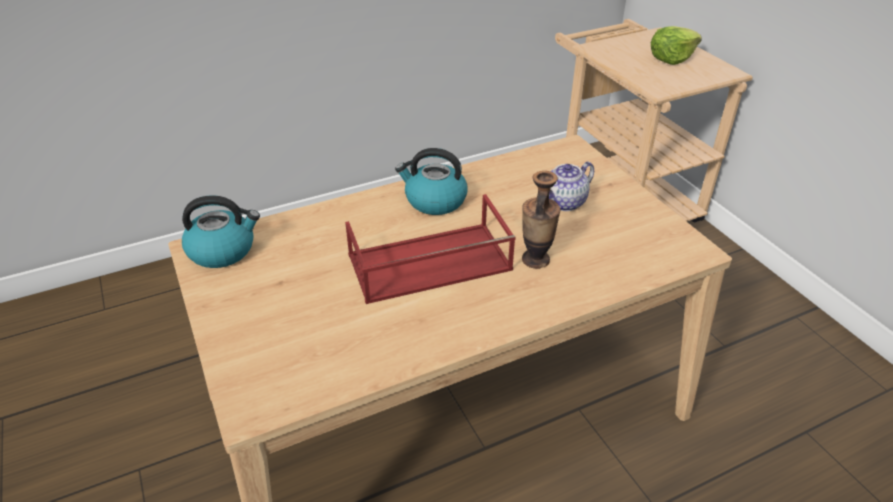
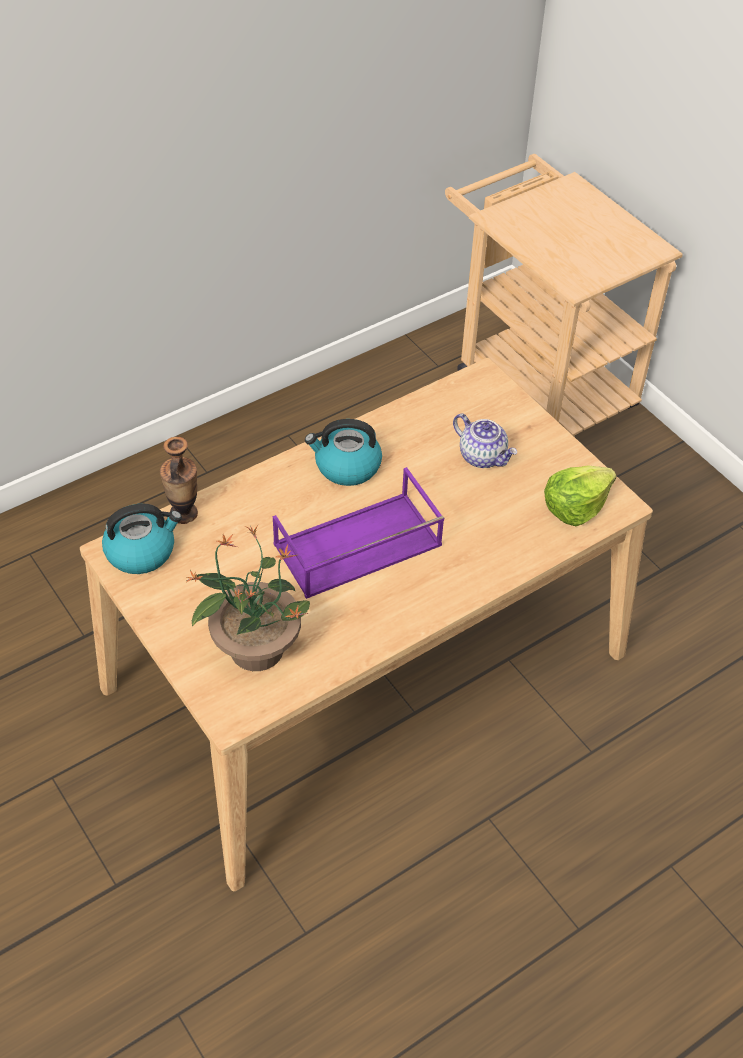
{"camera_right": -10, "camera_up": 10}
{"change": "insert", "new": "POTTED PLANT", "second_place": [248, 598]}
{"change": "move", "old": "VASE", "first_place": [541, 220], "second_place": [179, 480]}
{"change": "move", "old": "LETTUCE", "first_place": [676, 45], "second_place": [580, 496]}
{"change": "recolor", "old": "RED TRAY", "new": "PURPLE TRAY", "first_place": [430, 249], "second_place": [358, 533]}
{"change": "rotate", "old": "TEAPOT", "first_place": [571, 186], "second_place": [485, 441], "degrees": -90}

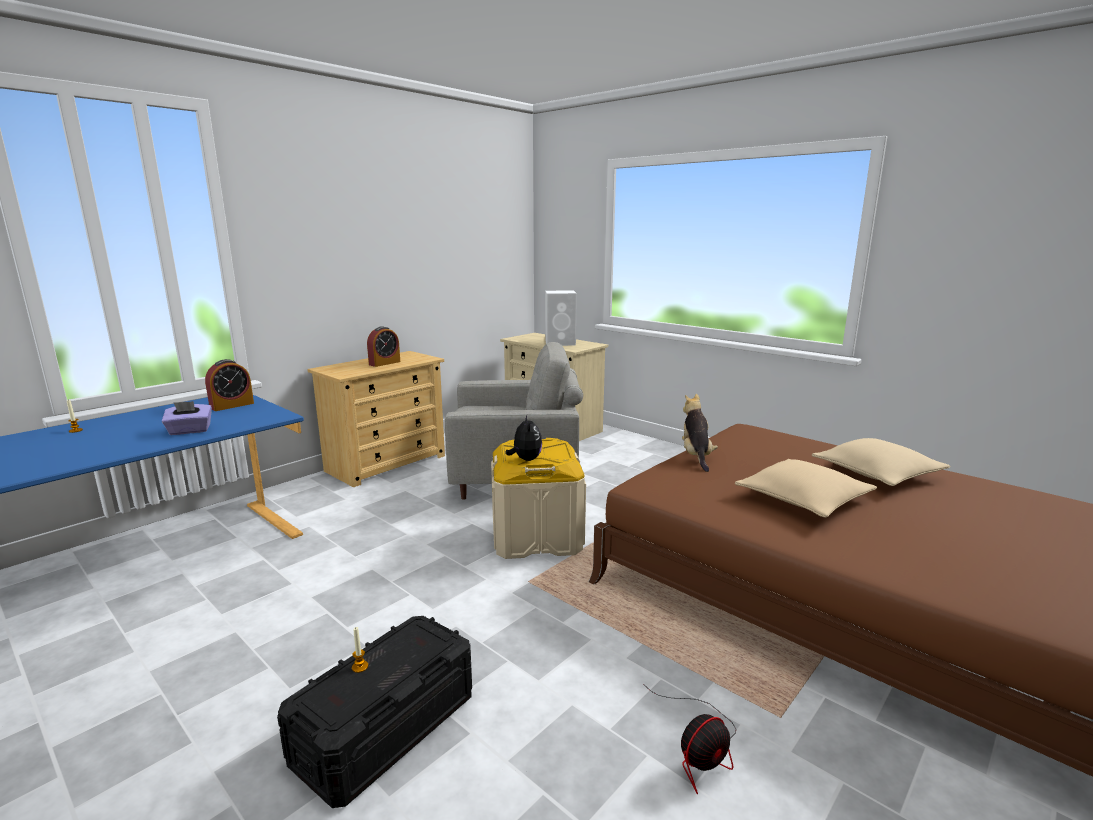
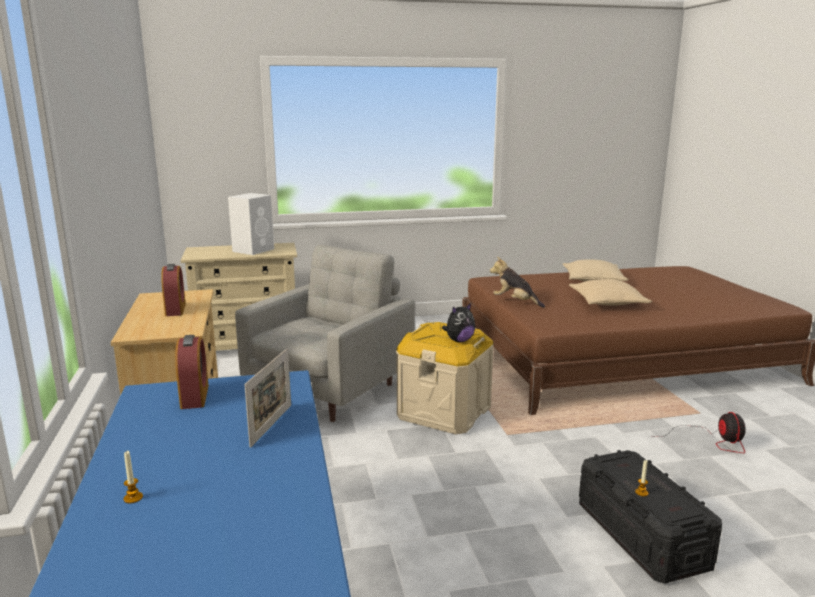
{"camera_right": -55, "camera_up": 0}
{"change": "replace", "old": "PURPLE TISSUE BOX", "new": "PICTURE FRAME", "first_place": [187, 418], "second_place": [267, 398]}
{"change": "rotate", "old": "PLUSH TOY", "first_place": [523, 438], "second_place": [458, 322], "degrees": 120}

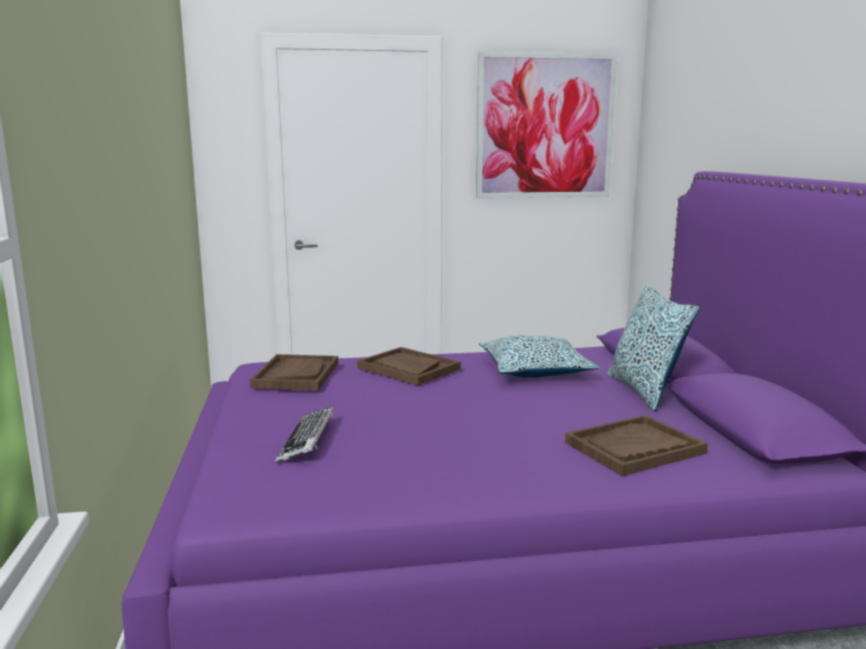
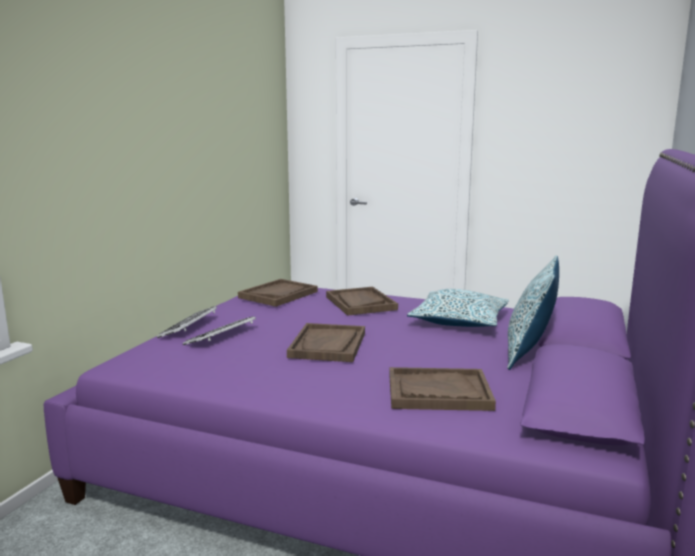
{"camera_right": 30, "camera_up": 0}
{"change": "delete", "old": "PICTURE", "first_place": [546, 125]}
{"change": "insert", "new": "KEYBOARD", "second_place": [187, 322]}
{"change": "insert", "new": "BROWN TRAY", "second_place": [326, 342]}

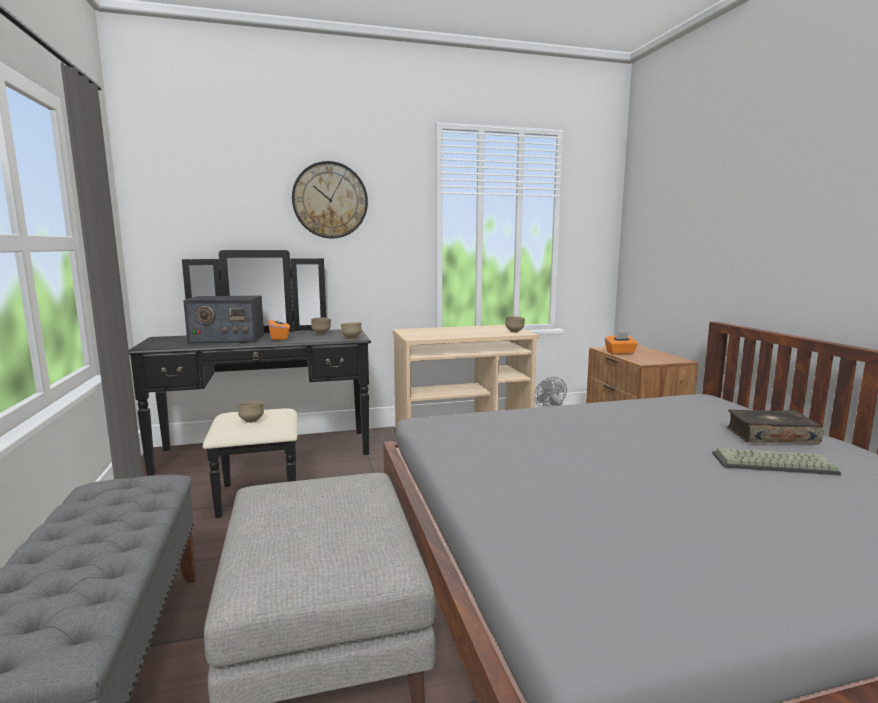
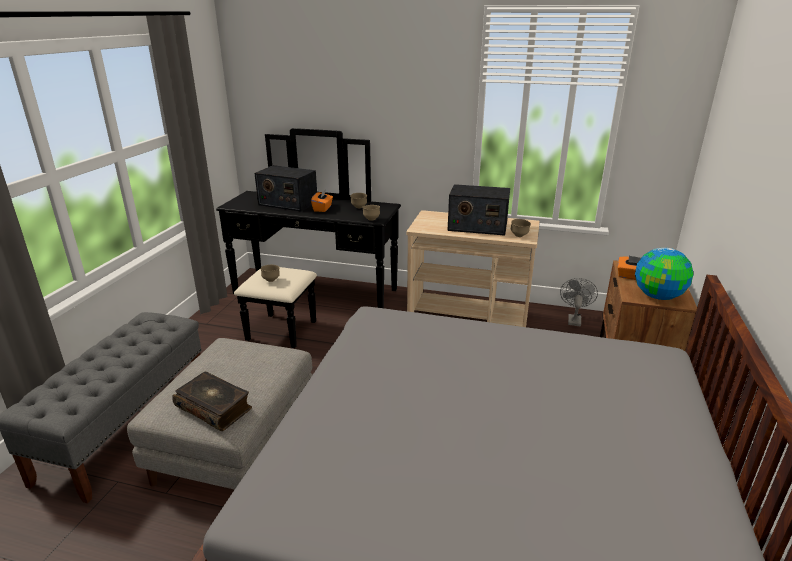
{"camera_right": 30, "camera_up": 15}
{"change": "delete", "old": "WALL CLOCK", "first_place": [330, 200]}
{"change": "delete", "old": "KEYBOARD", "first_place": [776, 461]}
{"change": "insert", "new": "RADIO", "second_place": [478, 210]}
{"change": "insert", "new": "GLOBE", "second_place": [664, 274]}
{"change": "move", "old": "BOOK", "first_place": [774, 427], "second_place": [212, 401]}

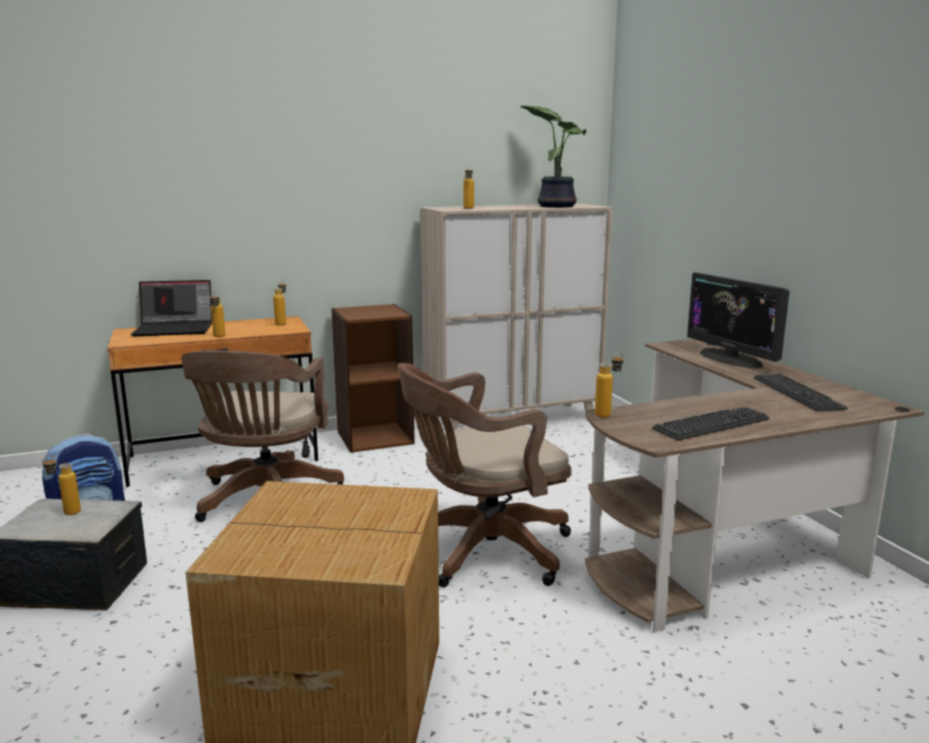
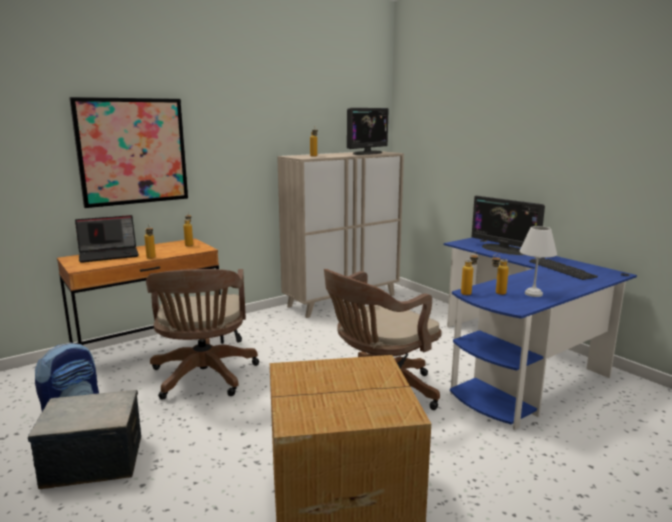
{"camera_right": -15, "camera_up": 0}
{"change": "delete", "old": "BROWN BOOKCASE", "first_place": [373, 378]}
{"change": "insert", "new": "PICTURE", "second_place": [128, 152]}
{"change": "move", "old": "BOTTLE", "first_place": [61, 485], "second_place": [500, 274]}
{"change": "replace", "old": "POTTED PLANT", "new": "MONITOR", "first_place": [553, 156], "second_place": [368, 131]}
{"change": "replace", "old": "KEYBOARD", "new": "WHITE TABLE LAMP", "first_place": [711, 423], "second_place": [538, 261]}
{"change": "recolor", "old": "BROWN DESK", "new": "BLUE DESK", "first_place": [755, 485], "second_place": [540, 334]}

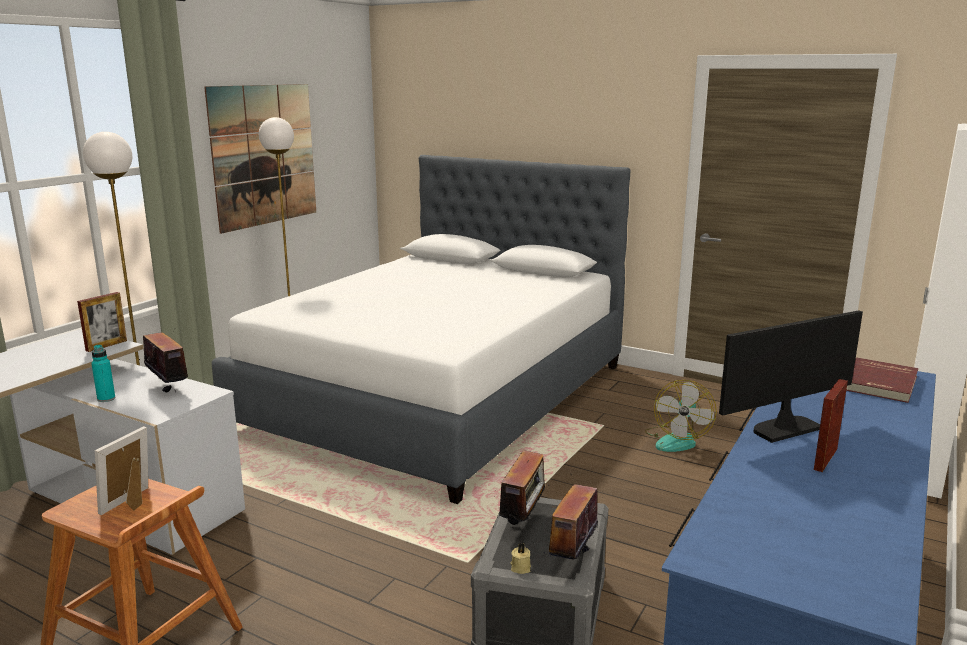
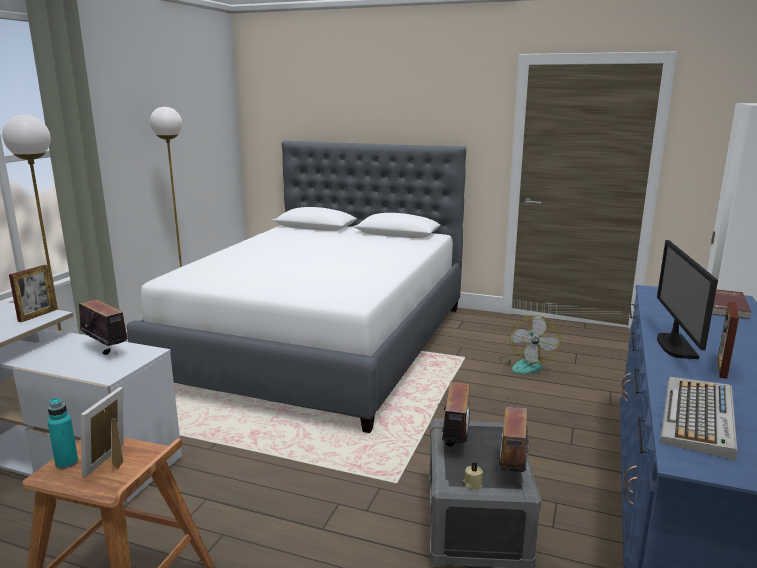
{"camera_right": -10, "camera_up": 0}
{"change": "delete", "old": "PICTURE", "first_place": [260, 159]}
{"change": "insert", "new": "KEYBOARD", "second_place": [698, 418]}
{"change": "move", "old": "TURQUOISE BOTTLE", "first_place": [103, 373], "second_place": [62, 433]}
{"change": "rotate", "old": "MONITOR", "first_place": [791, 376], "second_place": [687, 299], "degrees": -45}

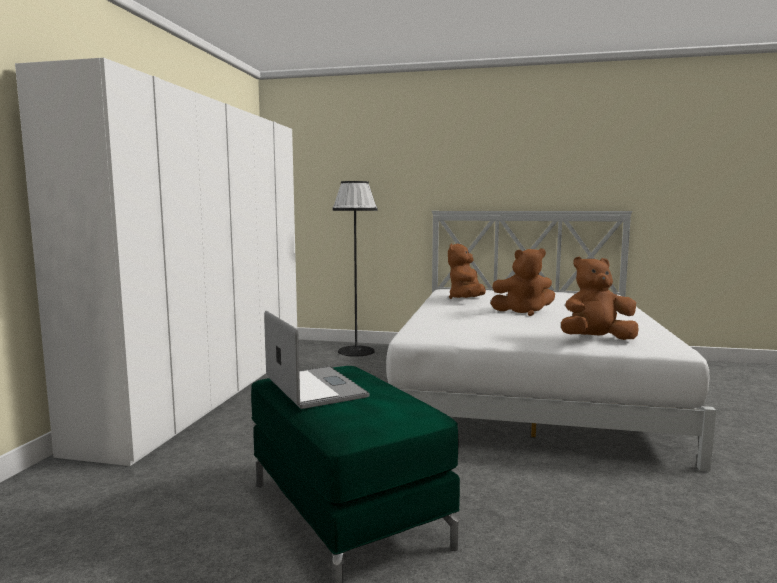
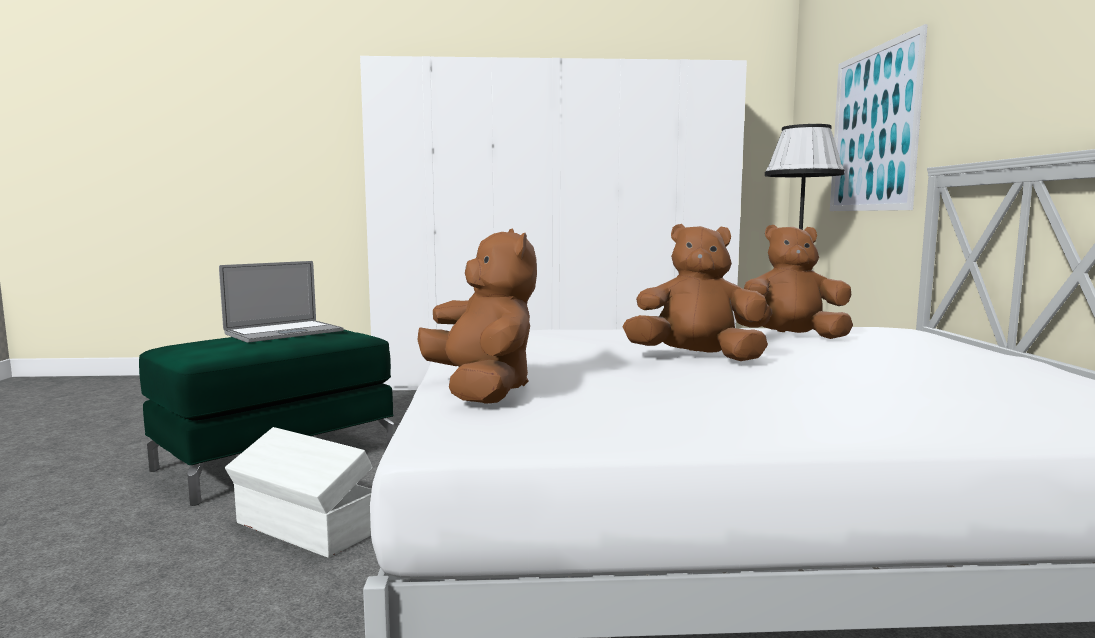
{"camera_right": 75, "camera_up": 0}
{"change": "insert", "new": "WHITE STORAGE BOX", "second_place": [298, 492]}
{"change": "insert", "new": "PICTURE", "second_place": [879, 117]}
{"change": "rotate", "old": "BROWN PLUSH TOY", "first_place": [522, 282], "second_place": [695, 292], "degrees": 120}

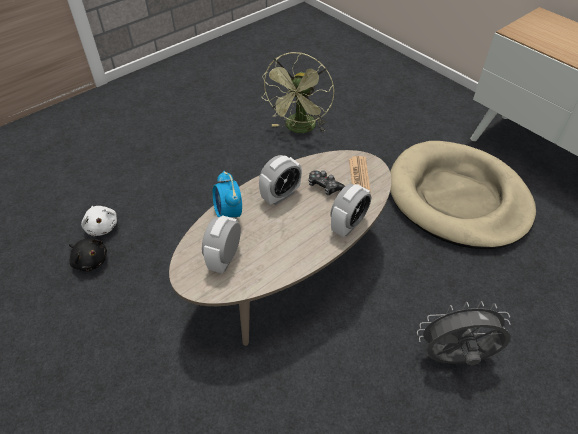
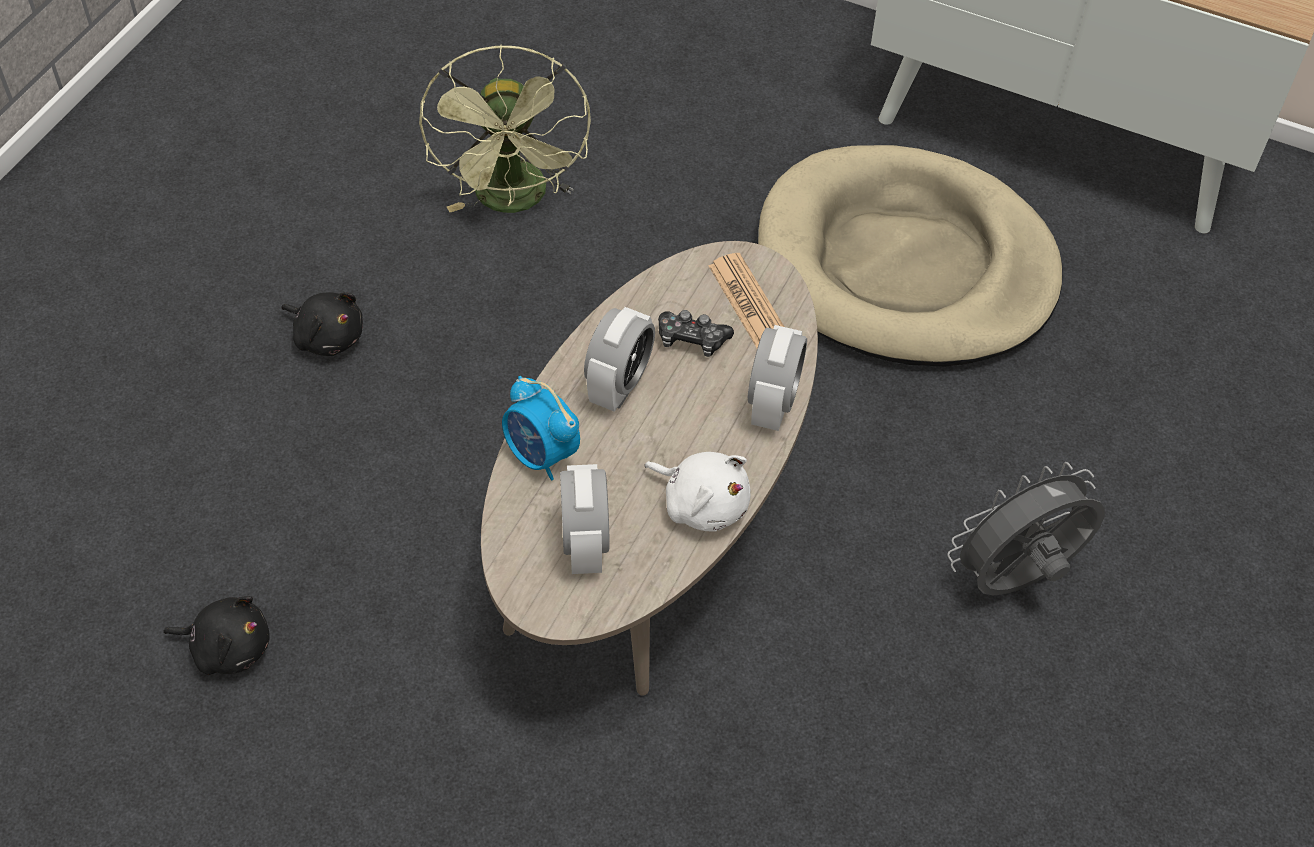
{"camera_right": -25, "camera_up": 5}
{"change": "insert", "new": "BLACK PLUSH TOY", "second_place": [322, 324]}
{"change": "move", "old": "WHITE PLUSH TOY", "first_place": [99, 221], "second_place": [697, 492]}

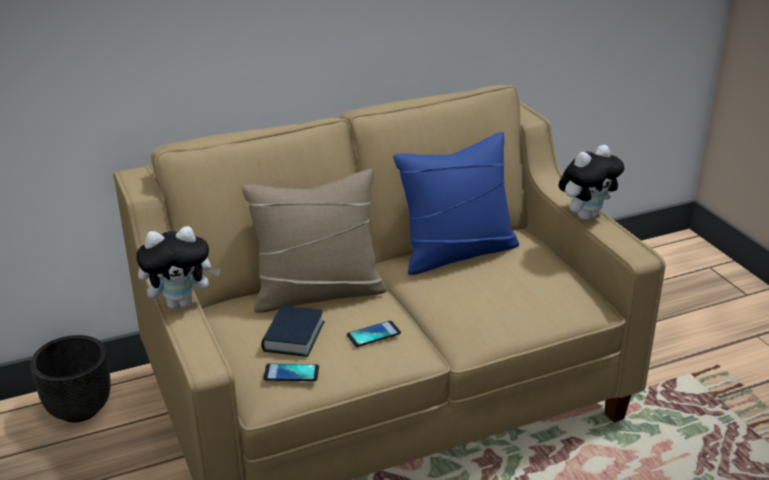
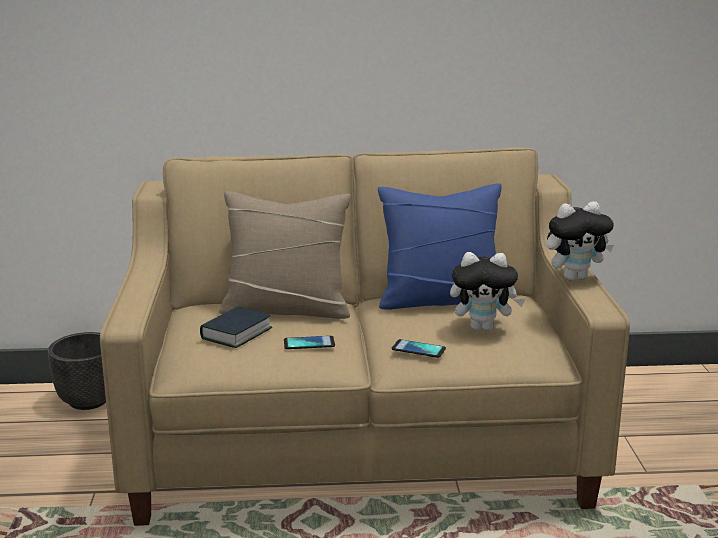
{"camera_right": 20, "camera_up": -10}
{"change": "move", "old": "PLUSH TOY", "first_place": [178, 267], "second_place": [487, 291]}
{"change": "move", "old": "PHONE", "first_place": [291, 372], "second_place": [419, 348]}

